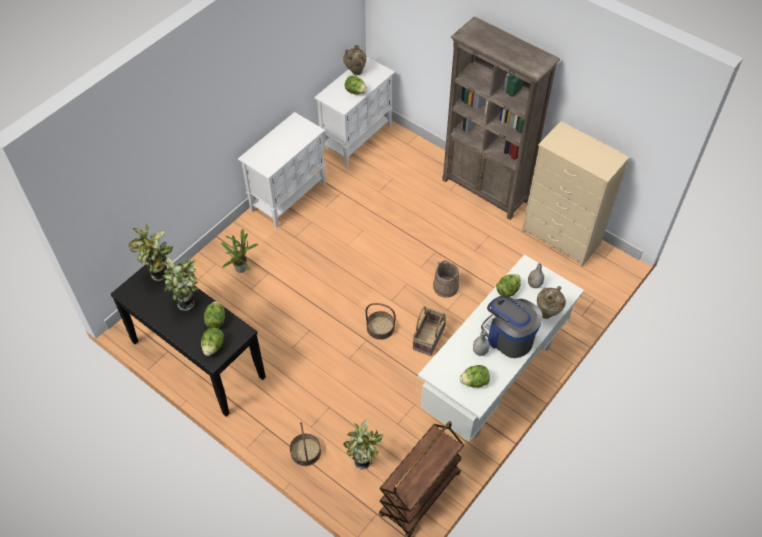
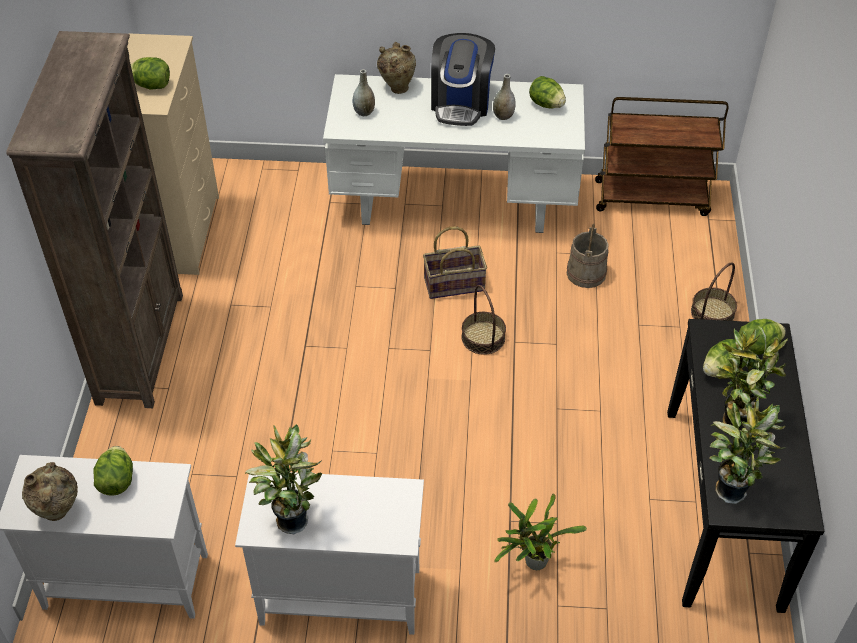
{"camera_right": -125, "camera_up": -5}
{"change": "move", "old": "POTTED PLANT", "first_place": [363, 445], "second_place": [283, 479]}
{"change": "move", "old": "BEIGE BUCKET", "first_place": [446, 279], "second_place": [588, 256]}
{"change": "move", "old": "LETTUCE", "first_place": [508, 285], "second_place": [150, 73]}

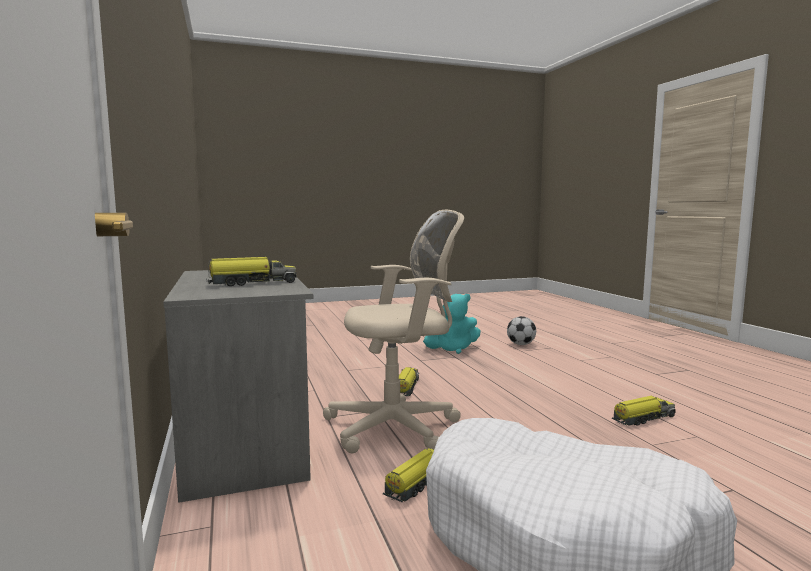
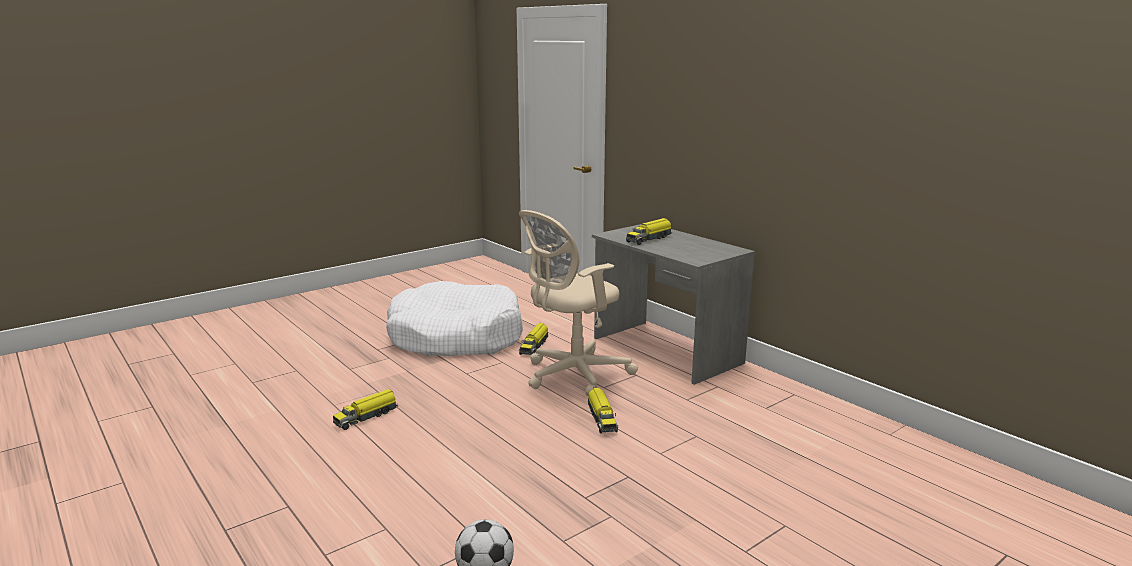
{"camera_right": 160, "camera_up": 10}
{"change": "delete", "old": "TURQUOISE PLUSH TOY", "first_place": [452, 324]}

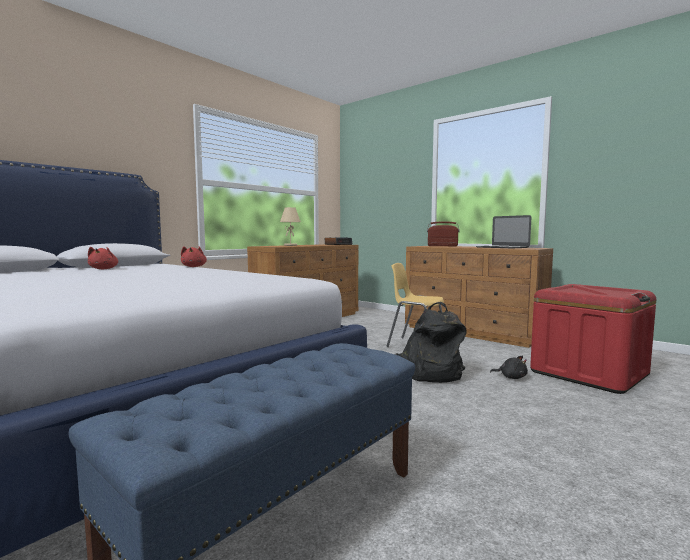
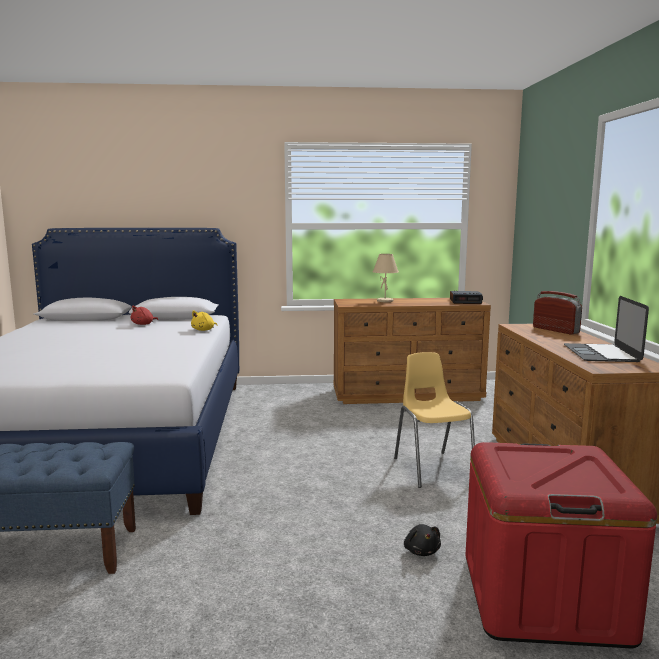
{"camera_right": 45, "camera_up": 5}
{"change": "delete", "old": "BLACK BACKPACK", "first_place": [431, 342]}
{"change": "recolor", "old": "RED PLUSH TOY", "new": "YELLOW PLUSH TOY", "first_place": [194, 256], "second_place": [204, 321]}

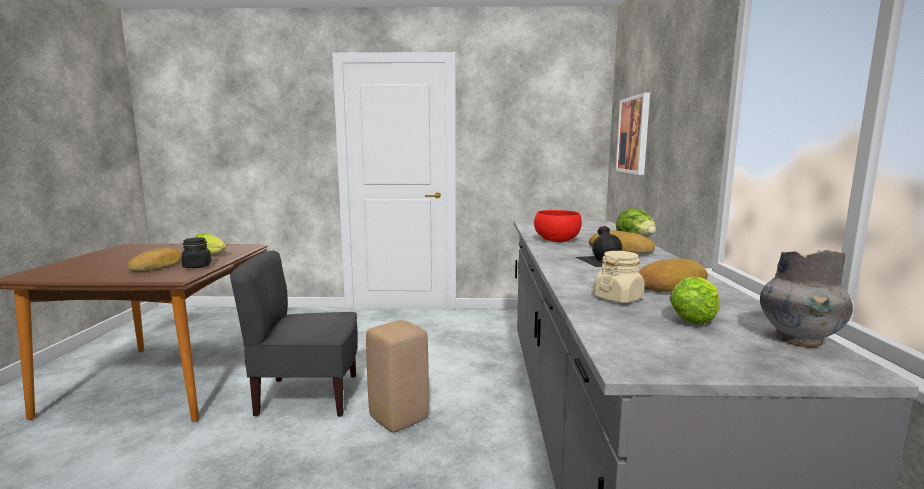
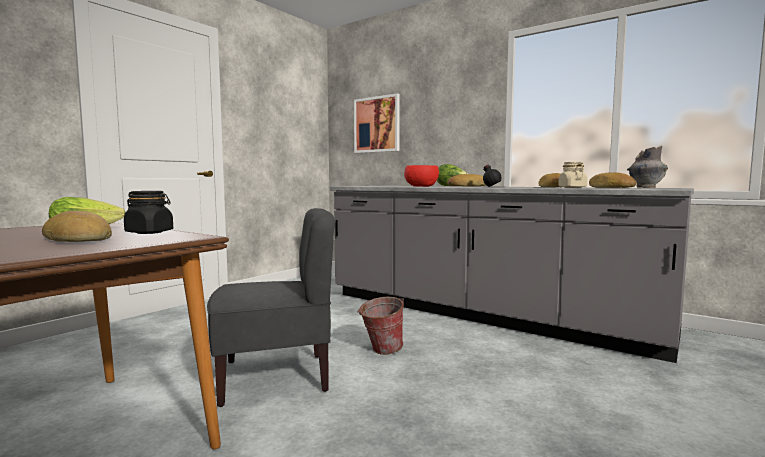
{"camera_right": -55, "camera_up": -5}
{"change": "replace", "old": "BEIGE STOOL", "new": "BUCKET", "first_place": [397, 376], "second_place": [380, 326]}
{"change": "replace", "old": "LETTUCE", "new": "BREAD", "first_place": [694, 301], "second_place": [613, 180]}
{"change": "rotate", "old": "GREY CHAIR", "first_place": [294, 334], "second_place": [271, 307], "degrees": -135}

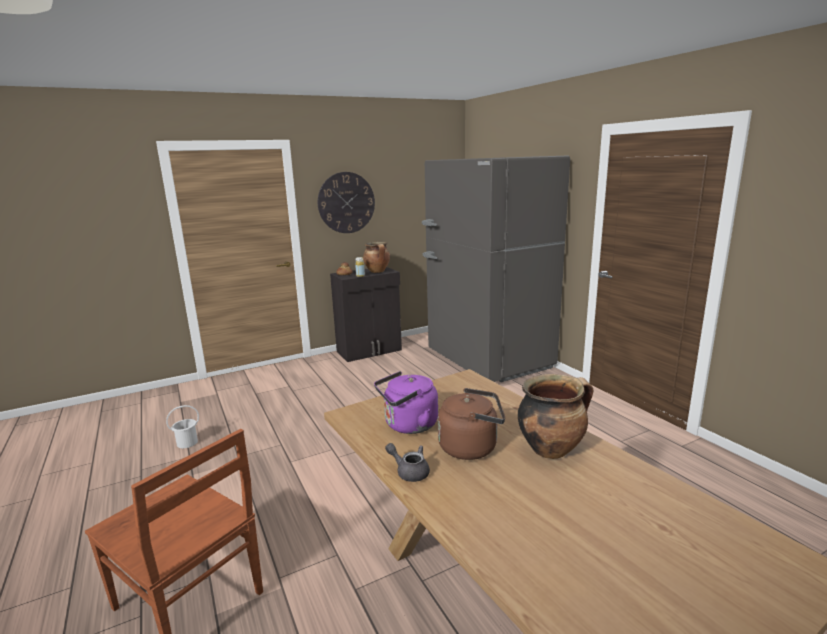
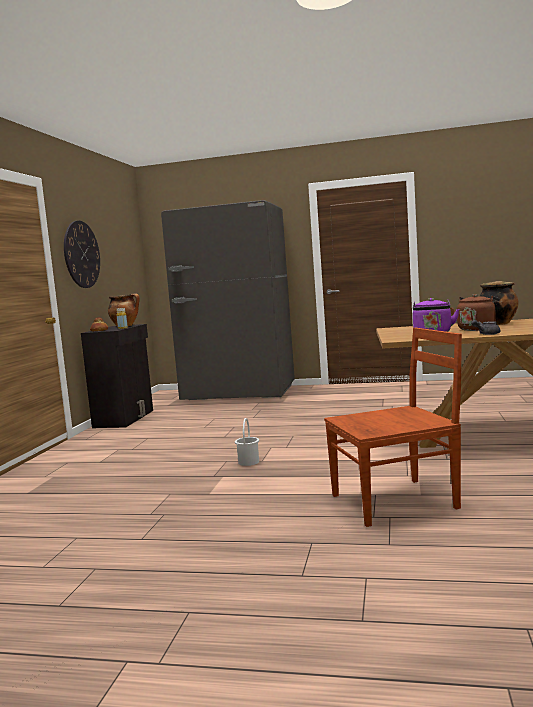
{"camera_right": -50, "camera_up": -10}
{"change": "move", "old": "WHITE BUCKET", "first_place": [182, 426], "second_place": [247, 442]}

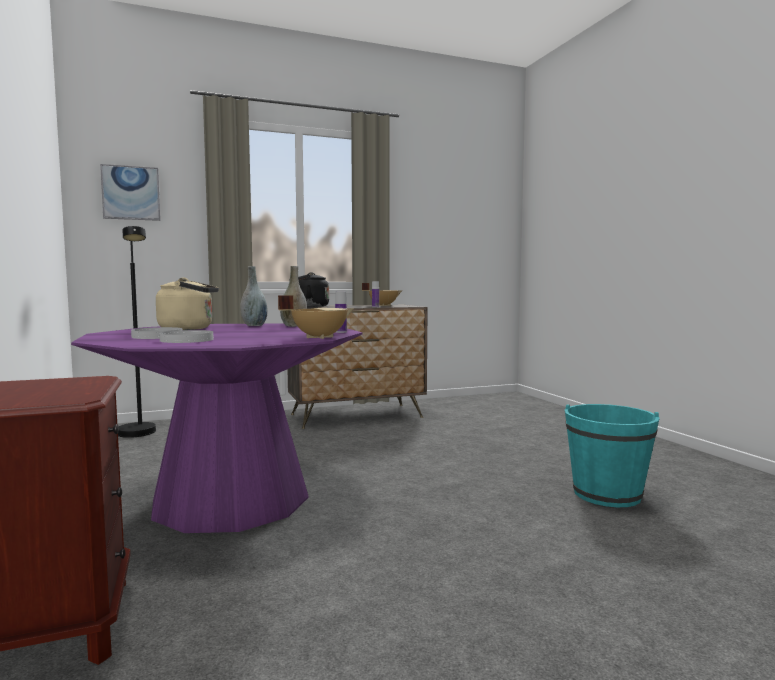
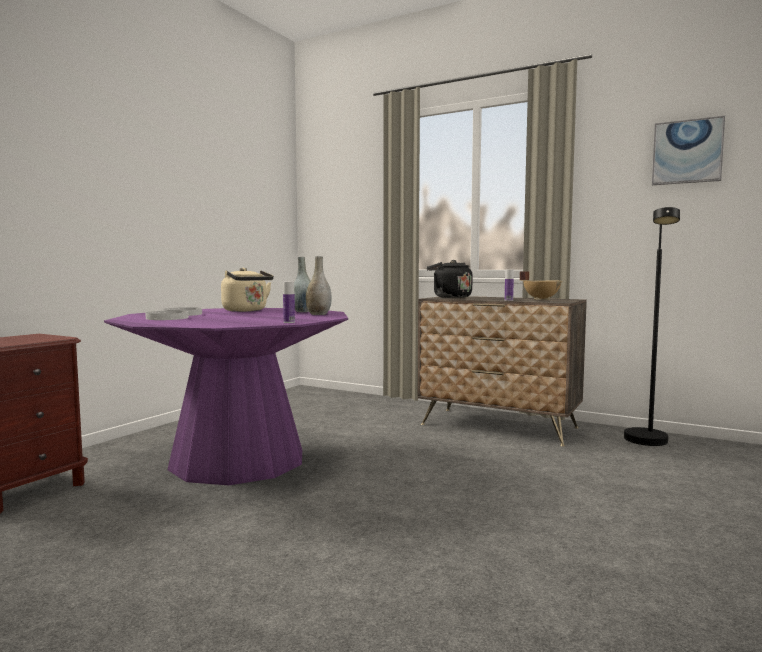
{"camera_right": 50, "camera_up": 0}
{"change": "delete", "old": "BEIGE COOKING POT", "first_place": [316, 317]}
{"change": "delete", "old": "TURQUOISE BUCKET", "first_place": [612, 455]}
{"change": "move", "old": "PICTURE", "first_place": [130, 192], "second_place": [688, 150]}
{"change": "move", "old": "BLACK FLOOR LAMP", "first_place": [137, 332], "second_place": [652, 326]}

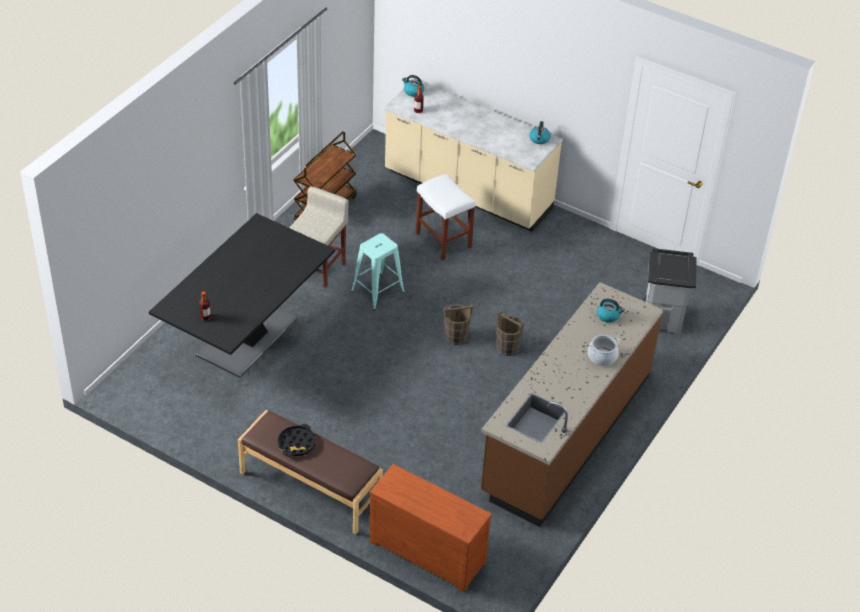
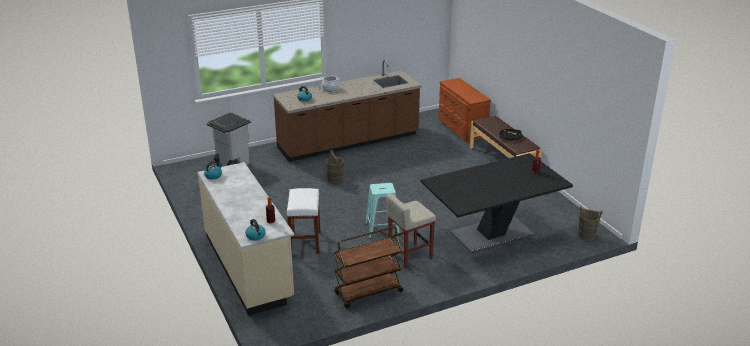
{"camera_right": -145, "camera_up": -15}
{"change": "move", "old": "BROWN BUCKET", "first_place": [458, 324], "second_place": [590, 223]}

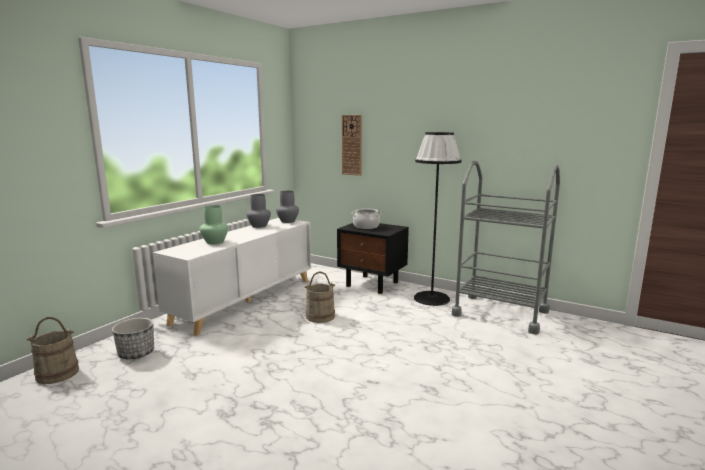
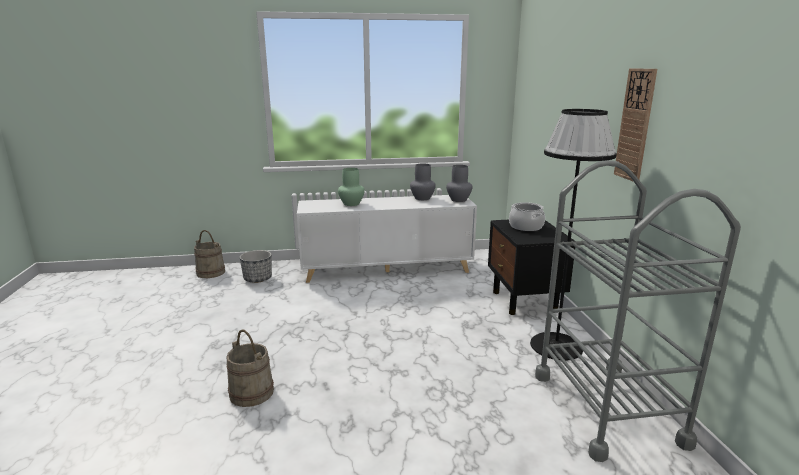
{"camera_right": 50, "camera_up": 5}
{"change": "move", "old": "BEIGE BUCKET", "first_place": [319, 297], "second_place": [250, 368]}
{"change": "move", "old": "WALL CLOCK", "first_place": [352, 145], "second_place": [635, 125]}

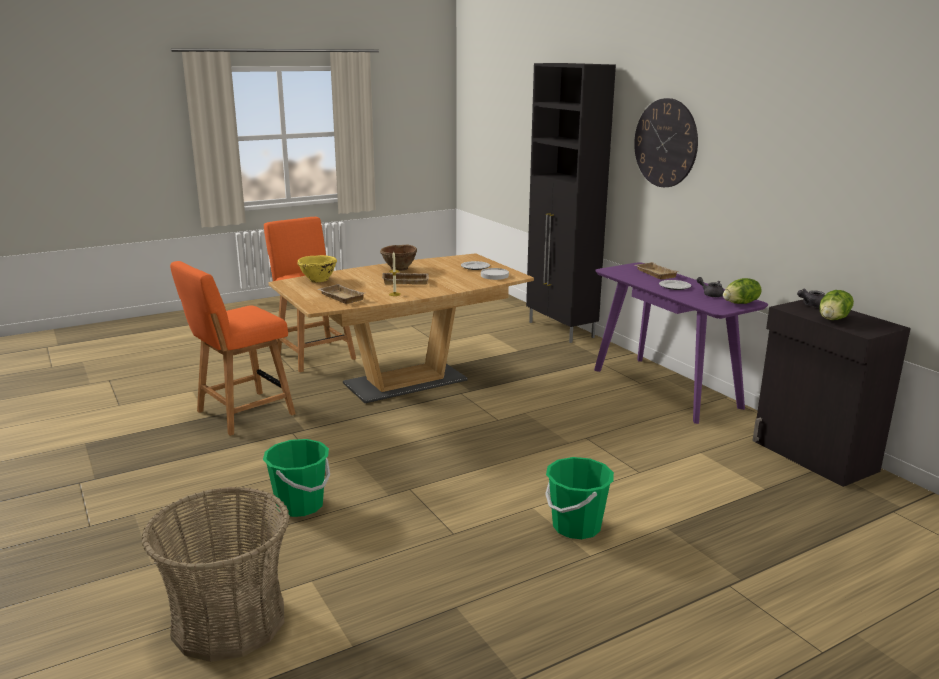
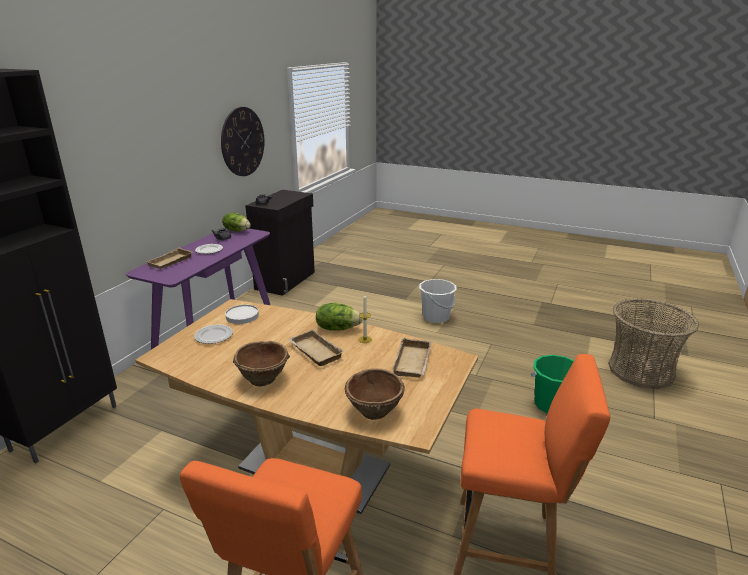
{"camera_right": -125, "camera_up": 5}
{"change": "move", "old": "WALL CLOCK", "first_place": [666, 142], "second_place": [243, 141]}
{"change": "move", "old": "LETTUCE", "first_place": [836, 305], "second_place": [339, 317]}
{"change": "recolor", "old": "YELLOW BOWL", "new": "BROWN BOWL", "first_place": [317, 268], "second_place": [374, 394]}
{"change": "recolor", "old": "GREEN BUCKET", "new": "WHITE BUCKET", "first_place": [579, 498], "second_place": [438, 301]}

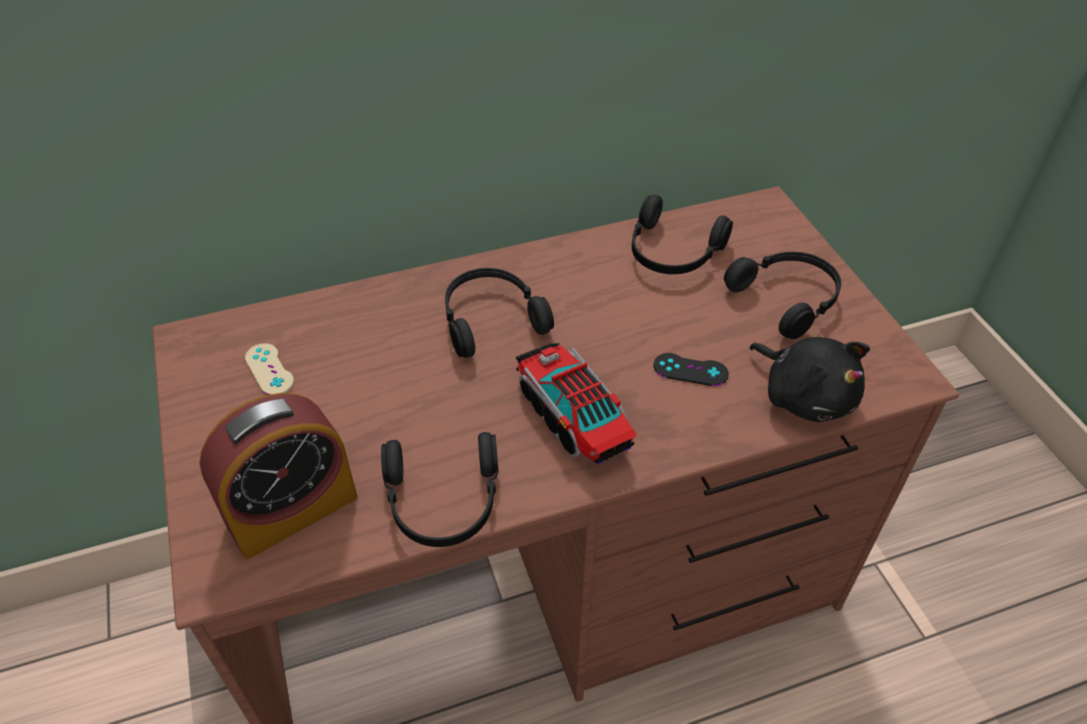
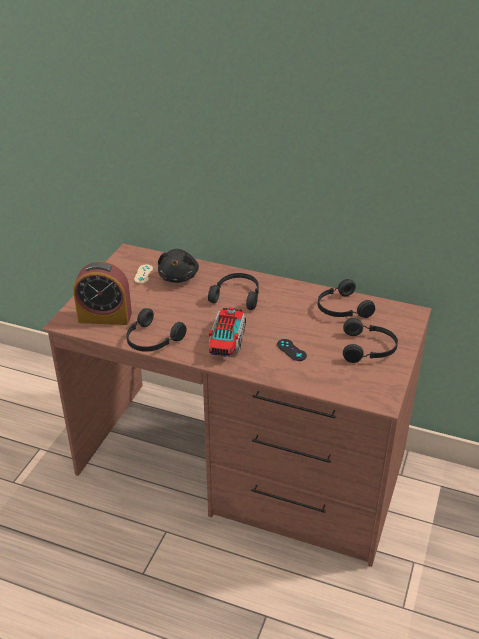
{"camera_right": 40, "camera_up": -10}
{"change": "move", "old": "BLACK PLUSH TOY", "first_place": [810, 379], "second_place": [178, 266]}

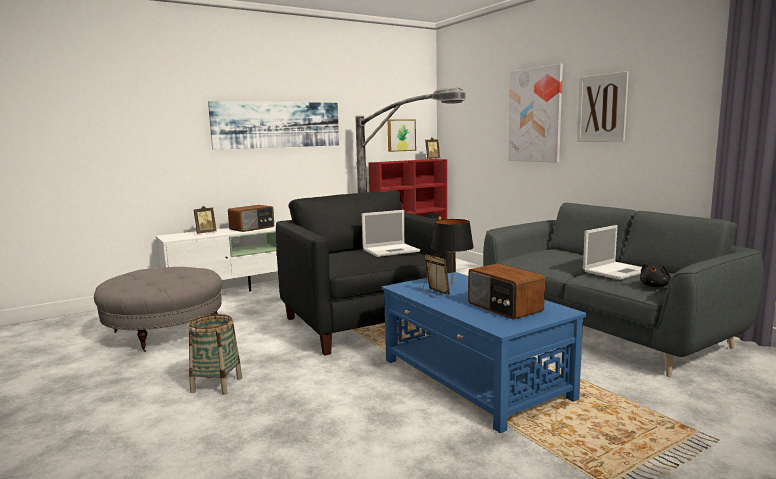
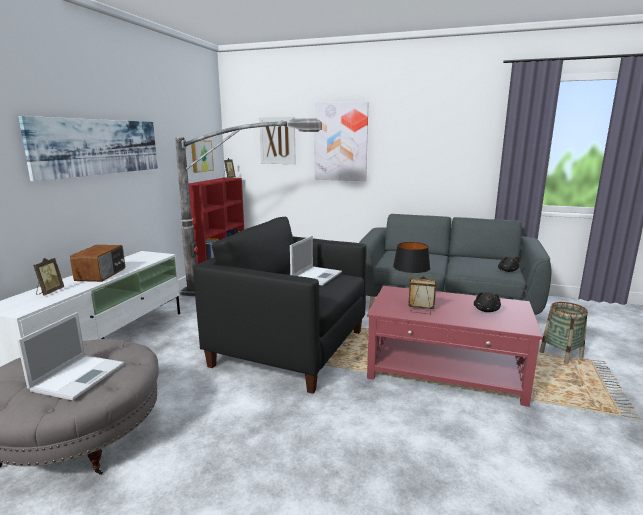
{"camera_right": -40, "camera_up": 5}
{"change": "move", "old": "BASKET", "first_place": [215, 354], "second_place": [564, 333]}
{"change": "move", "old": "PICTURE", "first_place": [603, 106], "second_place": [277, 140]}
{"change": "move", "old": "LAPTOP", "first_place": [612, 252], "second_place": [70, 356]}
{"change": "replace", "old": "RADIO", "new": "BLACK PLUSH TOY", "first_place": [506, 291], "second_place": [487, 302]}
{"change": "recolor", "old": "BLUE COFFEE TABLE", "new": "RED COFFEE TABLE", "first_place": [484, 352], "second_place": [455, 346]}

